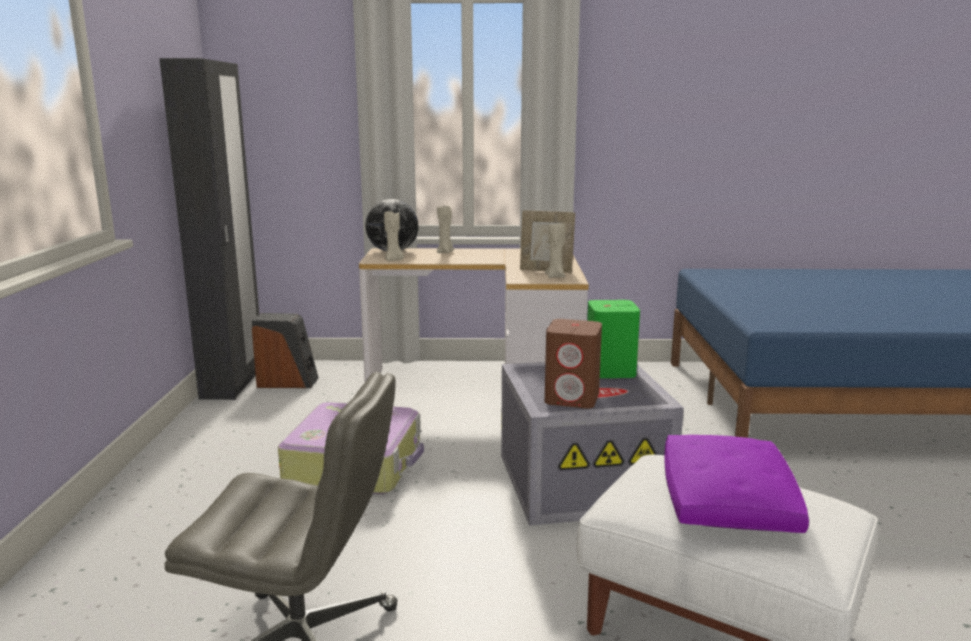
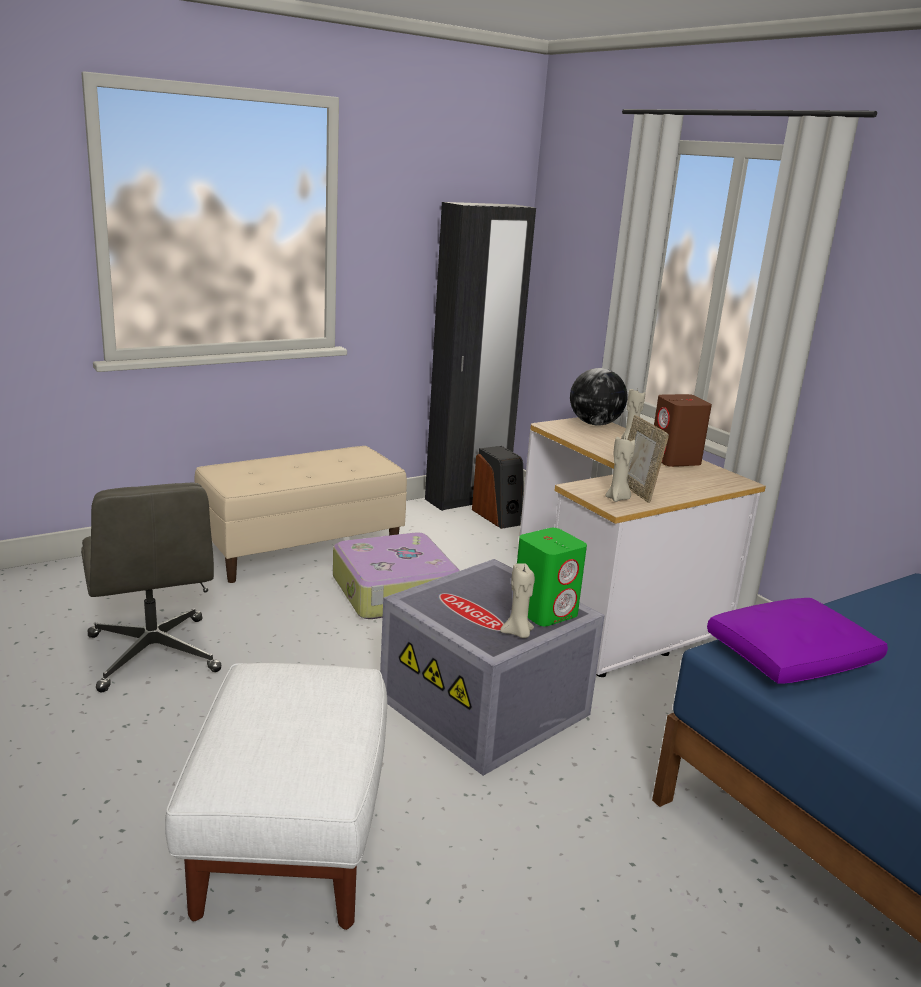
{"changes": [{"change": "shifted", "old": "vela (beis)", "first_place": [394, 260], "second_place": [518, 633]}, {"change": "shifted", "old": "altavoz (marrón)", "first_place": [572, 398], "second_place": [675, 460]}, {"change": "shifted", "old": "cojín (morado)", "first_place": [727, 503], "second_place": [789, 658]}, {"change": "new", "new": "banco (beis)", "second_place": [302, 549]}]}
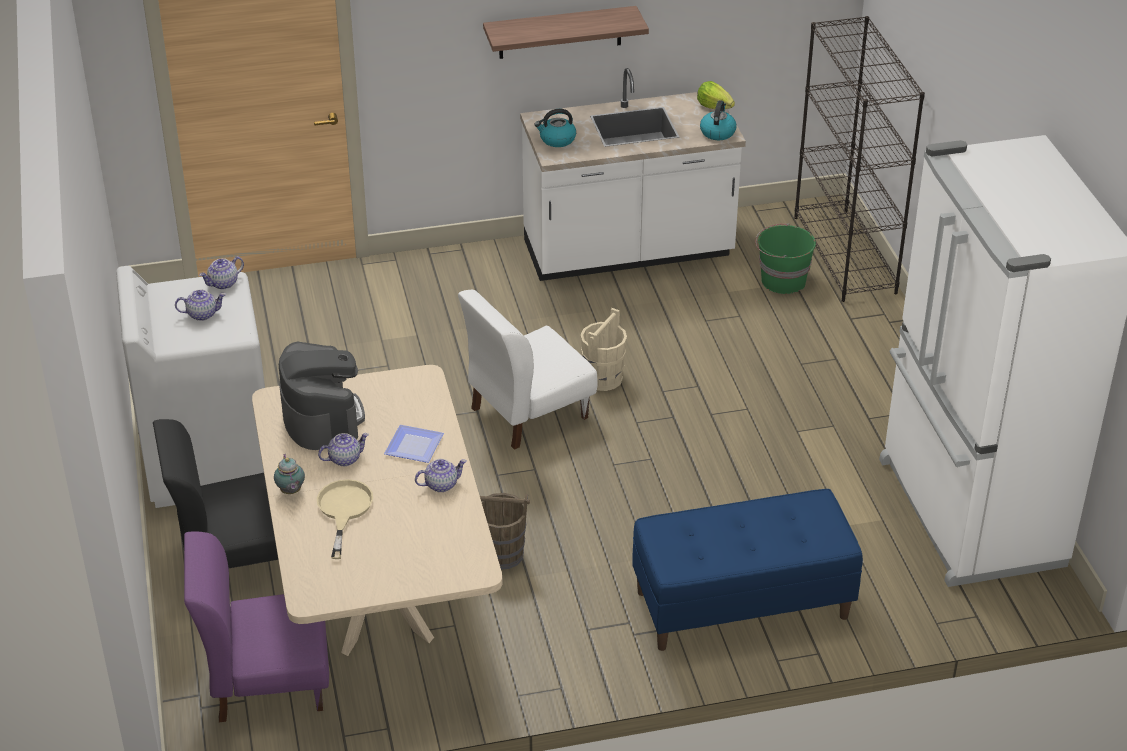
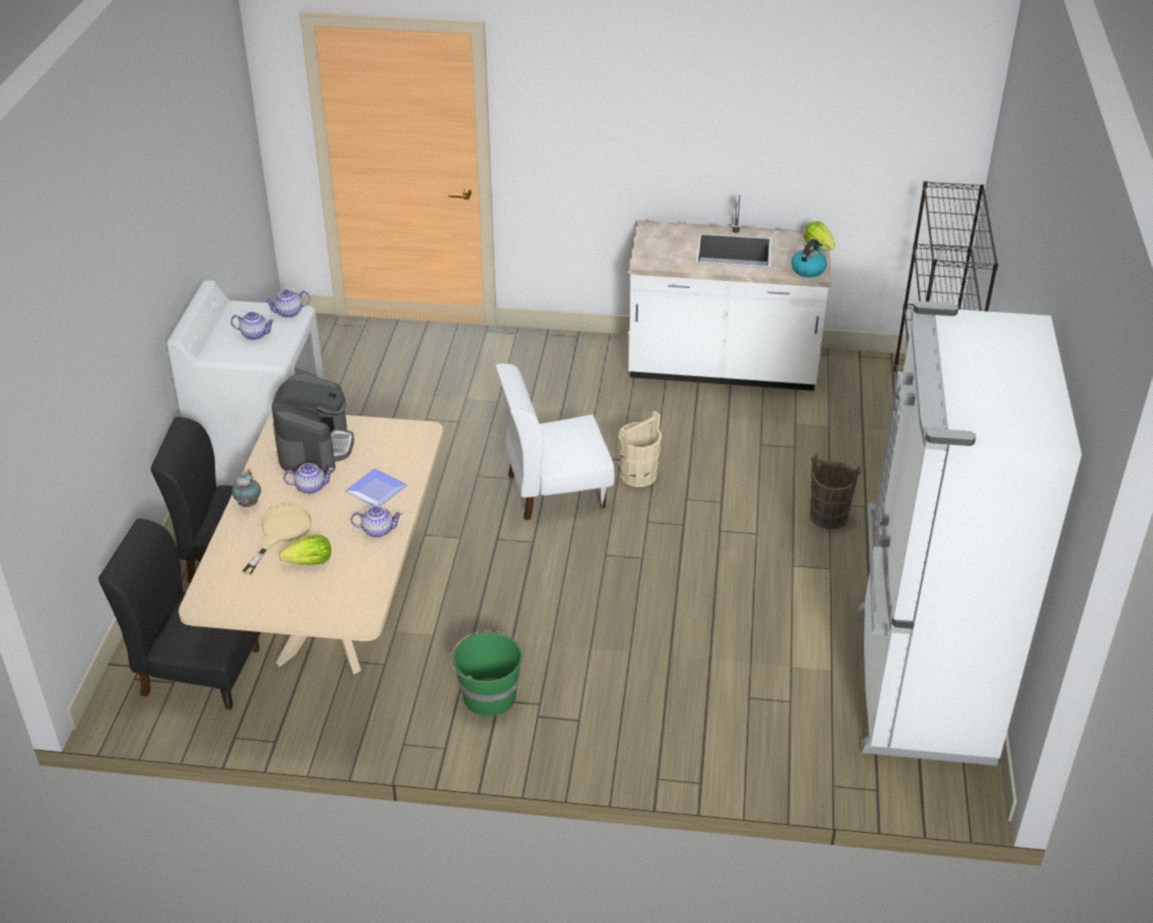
{"changes": [{"change": "gone", "old": "estante", "first_place": [560, 32]}, {"change": "gone", "old": "hervidor", "first_place": [557, 140]}, {"change": "shifted", "old": "cubo (verde)", "first_place": [782, 281], "second_place": [488, 696]}, {"change": "gone", "old": "banco (azul)", "first_place": [741, 605]}, {"change": "shifted", "old": "cubo (marrón)", "first_place": [502, 554], "second_place": [829, 516]}, {"change": "repainted", "old": "silla (morado)", "new": "silla (negro)", "first_place": [267, 681], "second_place": [200, 671]}, {"change": "new", "new": "lechuga", "second_place": [310, 562]}]}
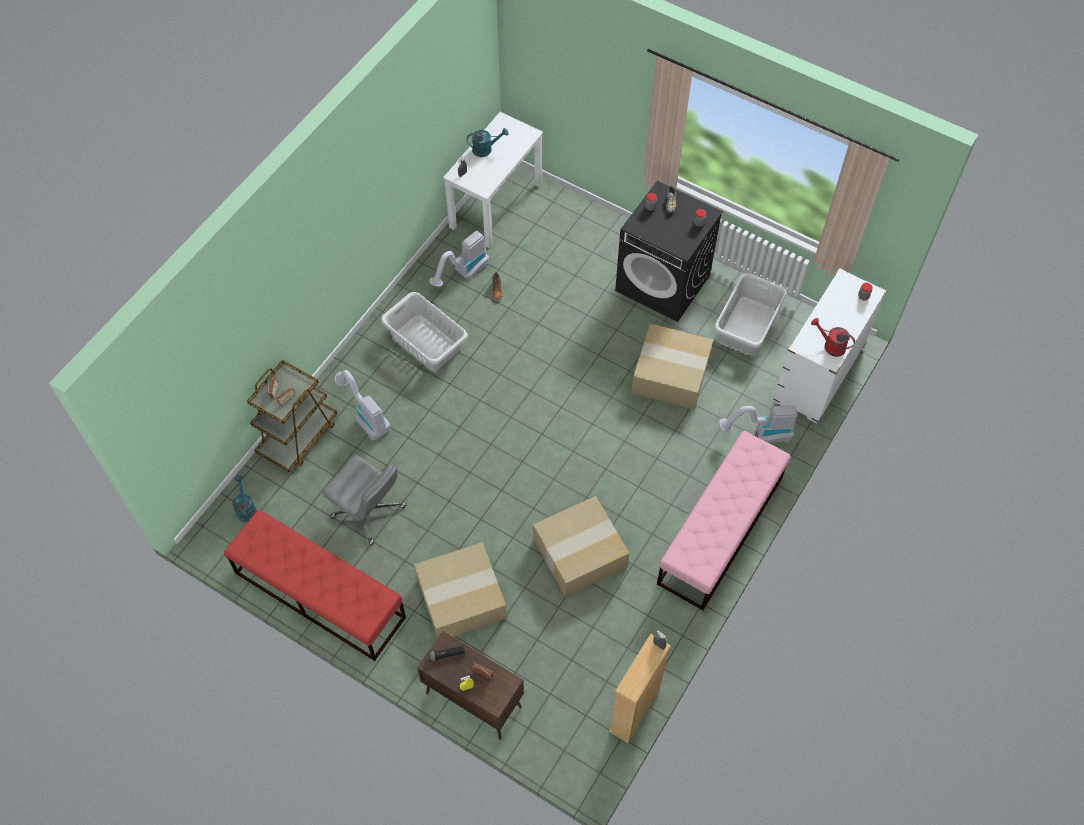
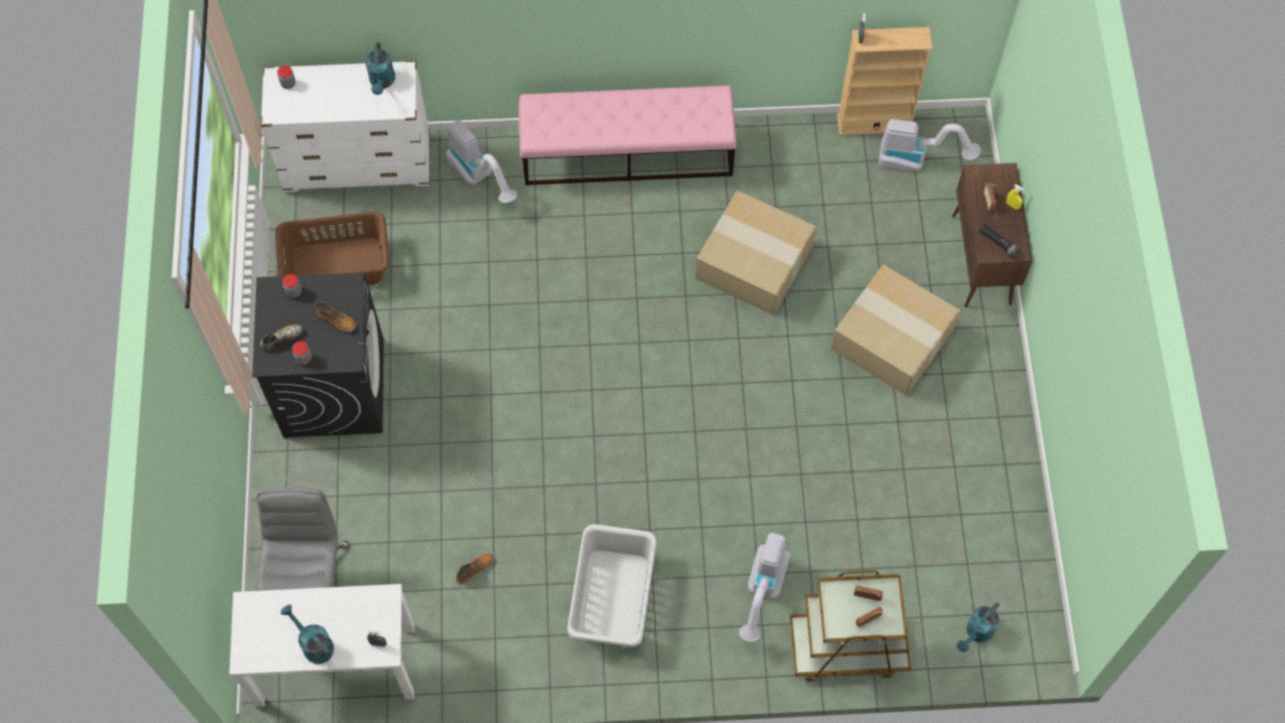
{"changes": [{"change": "shifted", "old": "aspiradora", "first_place": [463, 273], "second_place": [918, 160]}, {"change": "repainted", "old": "cesto de la ropa (gris)", "new": "cesto de la ropa (marrón)", "first_place": [747, 325], "second_place": [337, 265]}, {"change": "repainted", "old": "regadera (rojo)", "new": "regadera (turquesa)", "first_place": [830, 346], "second_place": [382, 82]}, {"change": "gone", "old": "caja de cartón", "first_place": [672, 374]}, {"change": "shifted", "old": "silla de oficina (gris)", "first_place": [369, 512], "second_place": [308, 576]}, {"change": "gone", "old": "banco (rojo)", "first_place": [319, 595]}, {"change": "new", "new": "bota", "second_place": [337, 320]}]}
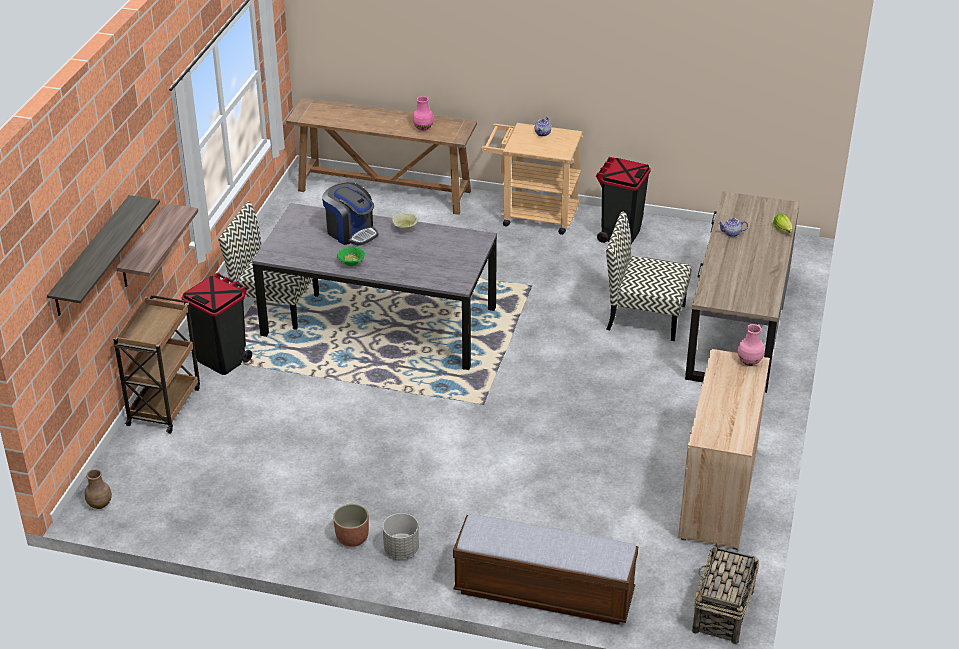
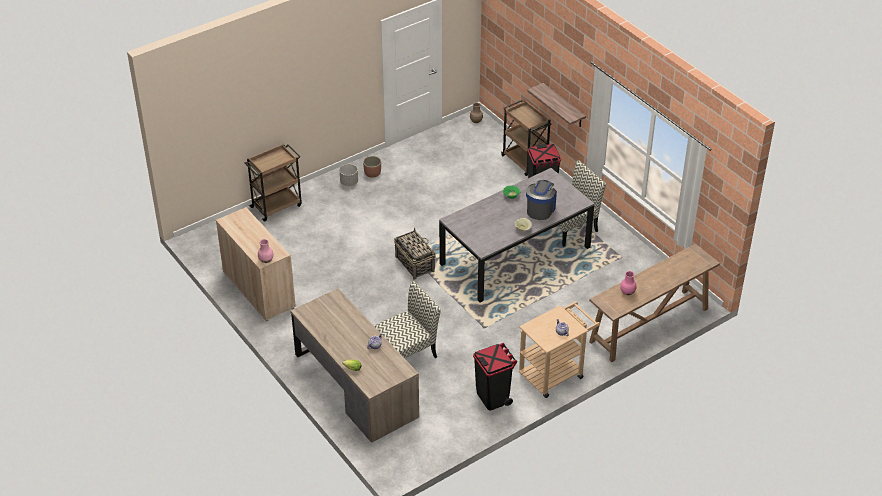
{"changes": [{"change": "rotated", "old": "cafetera", "first_place": [351, 232], "second_place": [540, 209], "degrees": 120}, {"change": "gone", "old": "estante", "first_place": [92, 256]}, {"change": "swapped", "old": "banco", "new": "carrito (marrón)", "first_place": [544, 592], "second_place": [277, 206]}, {"change": "shifted", "old": "cesta", "first_place": [722, 612], "second_place": [414, 263]}]}
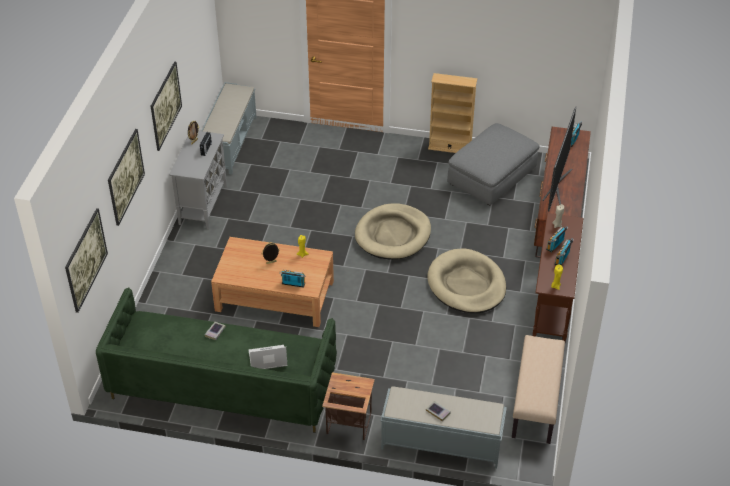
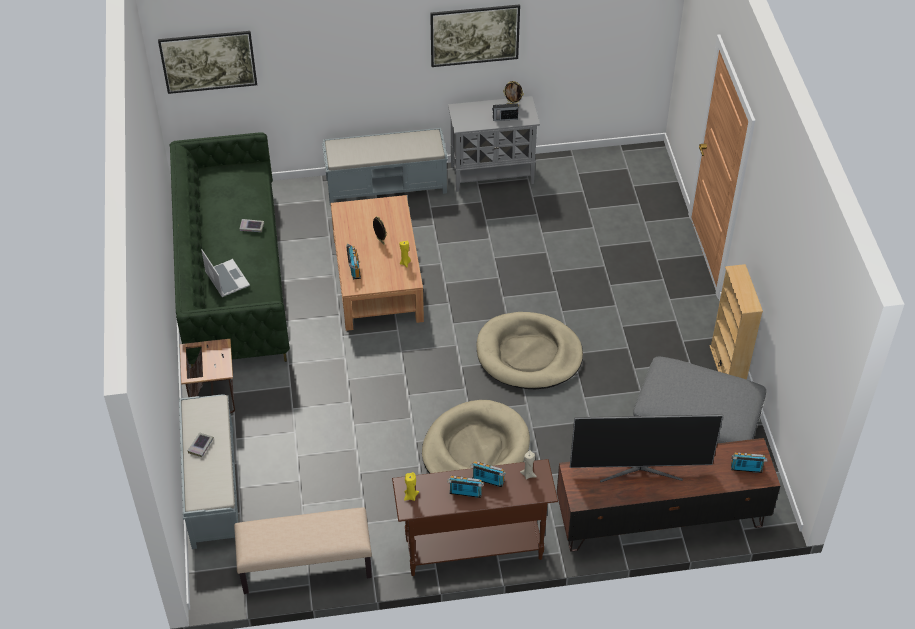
{"changes": [{"change": "shifted", "old": "banco (gris)", "first_place": [229, 143], "second_place": [387, 185]}, {"change": "gone", "old": "cuadro", "first_place": [127, 188]}]}
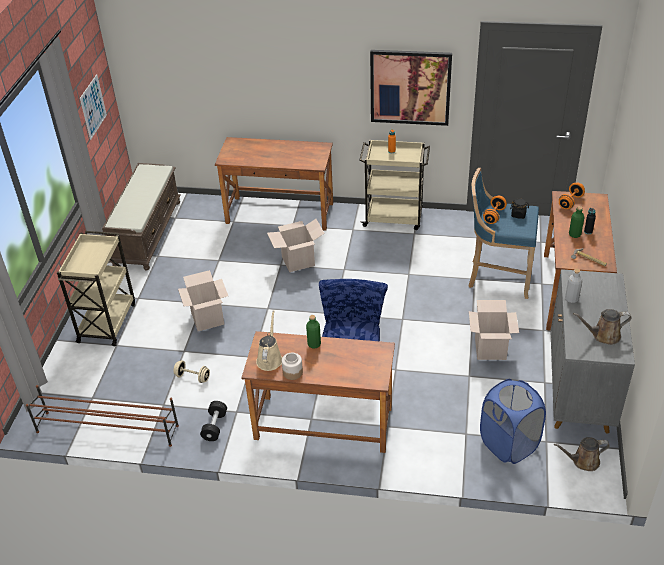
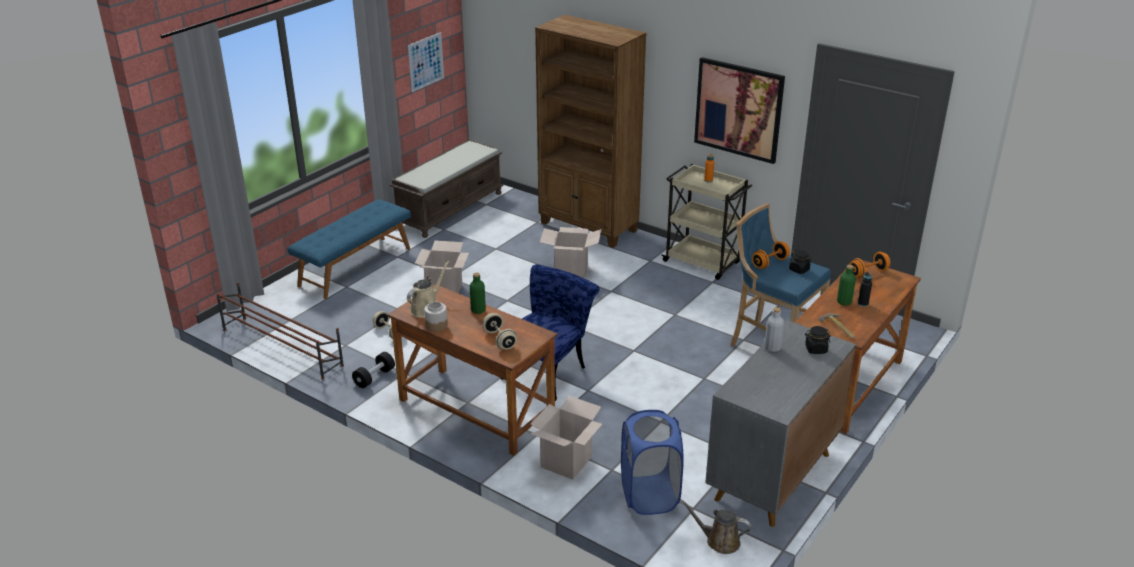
{"changes": [{"change": "swapped", "old": "escritorio (marrón)", "new": "estantería (marrón)", "first_place": [280, 213], "second_place": [589, 227]}, {"change": "swapped", "old": "carrito (beis)", "new": "banco (azul)", "first_place": [107, 321], "second_place": [355, 266]}, {"change": "shifted", "old": "caja de cartón", "first_place": [490, 348], "second_place": [566, 462]}, {"change": "gone", "old": "regadera (marrón)", "first_place": [603, 335]}, {"change": "new", "new": "mancuerna (beis)", "second_place": [500, 340]}, {"change": "new", "new": "tarro (negro)", "second_place": [816, 349]}]}
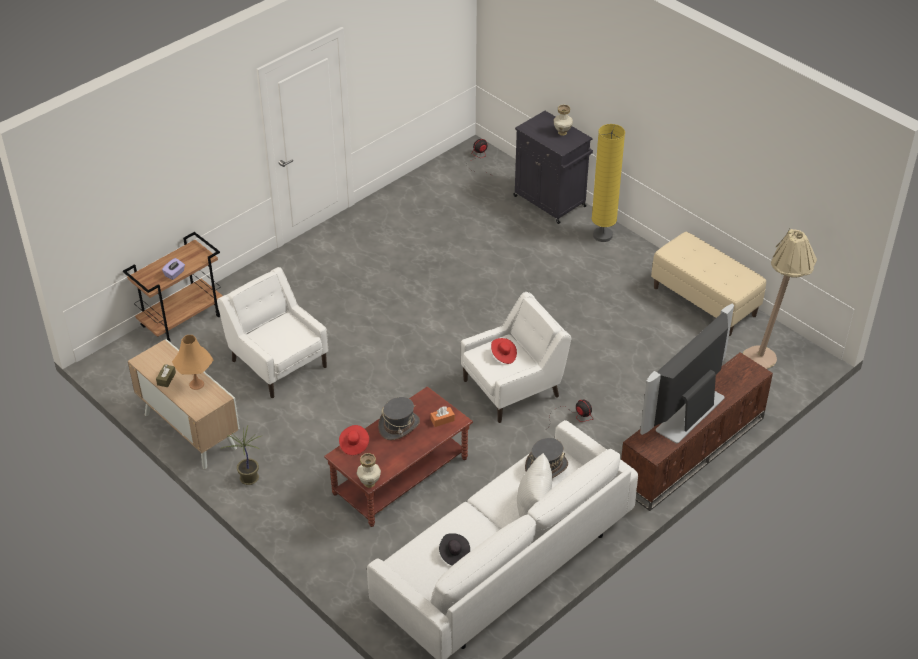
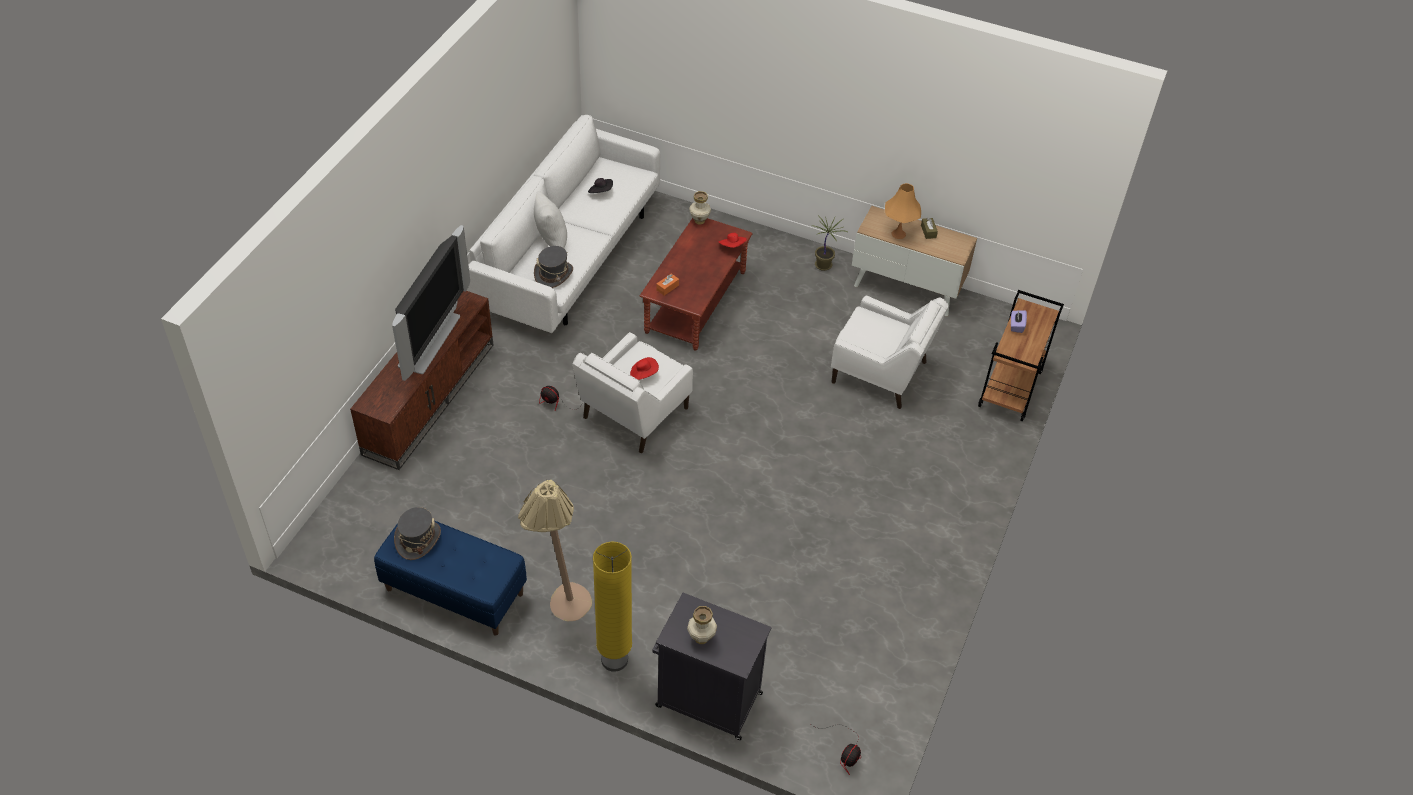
{"changes": [{"change": "shifted", "old": "lámpara de pie (beis)", "first_place": [768, 359], "second_place": [560, 605]}, {"change": "repainted", "old": "banco (beis)", "new": "banco (azul)", "first_place": [705, 301], "second_place": [454, 592]}, {"change": "shifted", "old": "sombrero (gris)", "first_place": [399, 426], "second_place": [418, 539]}]}
